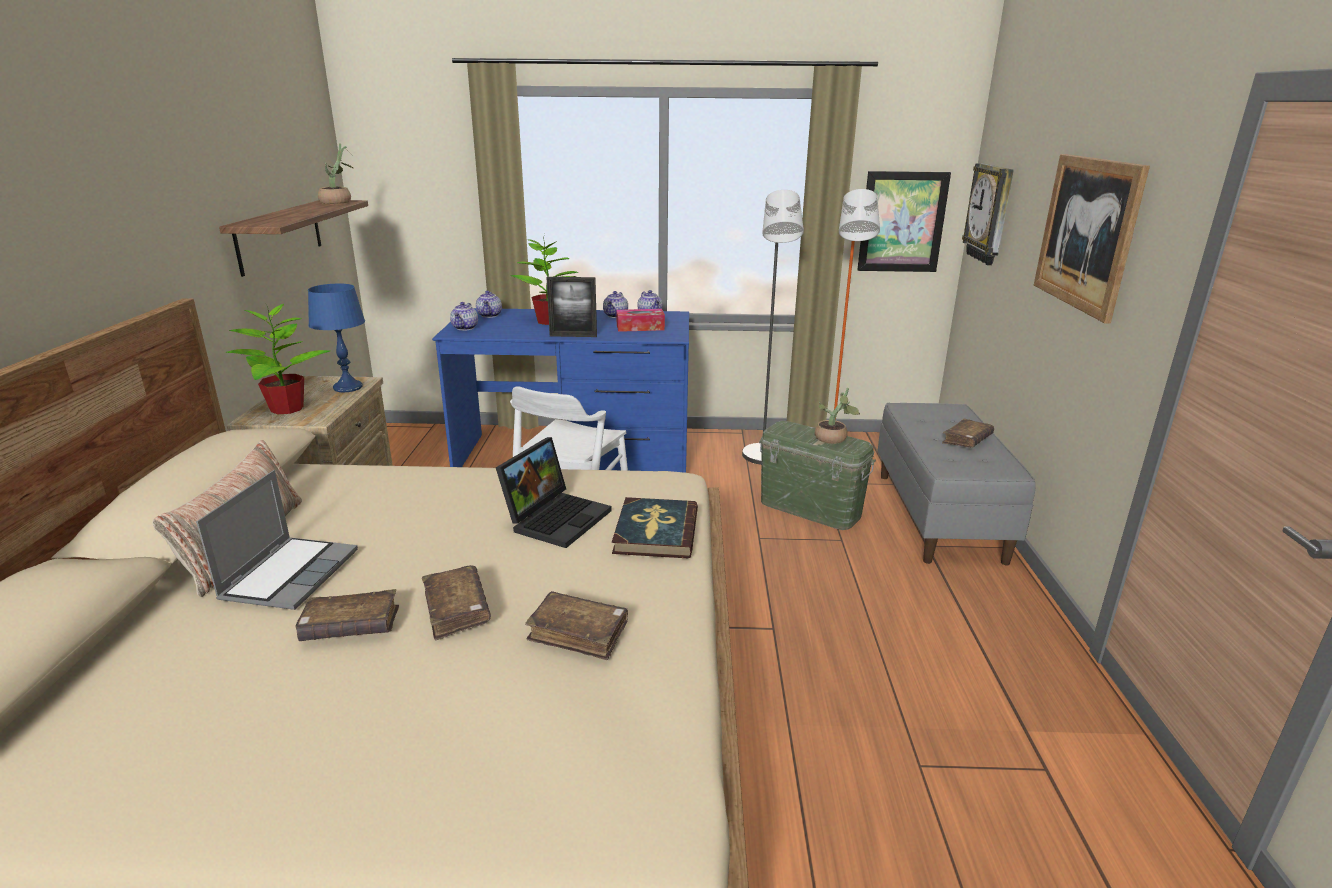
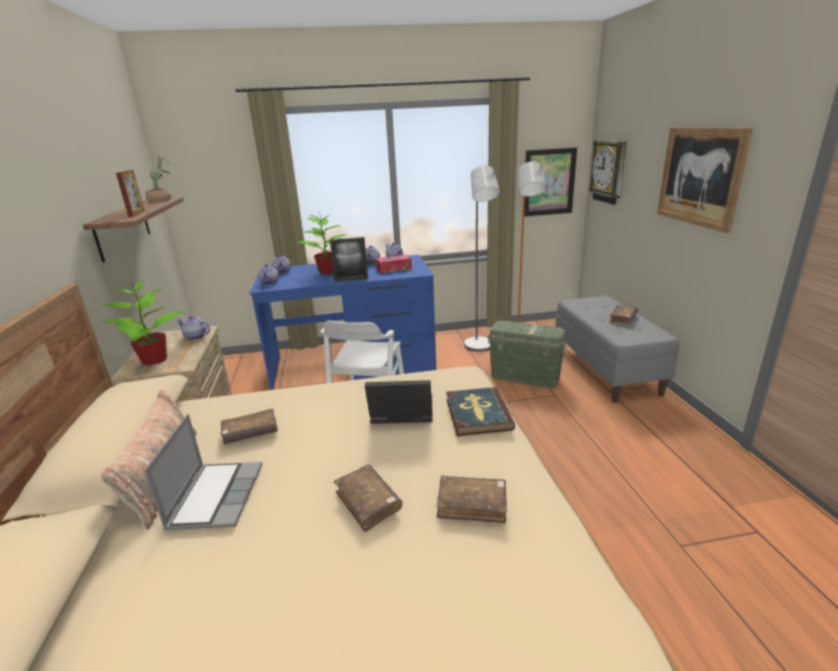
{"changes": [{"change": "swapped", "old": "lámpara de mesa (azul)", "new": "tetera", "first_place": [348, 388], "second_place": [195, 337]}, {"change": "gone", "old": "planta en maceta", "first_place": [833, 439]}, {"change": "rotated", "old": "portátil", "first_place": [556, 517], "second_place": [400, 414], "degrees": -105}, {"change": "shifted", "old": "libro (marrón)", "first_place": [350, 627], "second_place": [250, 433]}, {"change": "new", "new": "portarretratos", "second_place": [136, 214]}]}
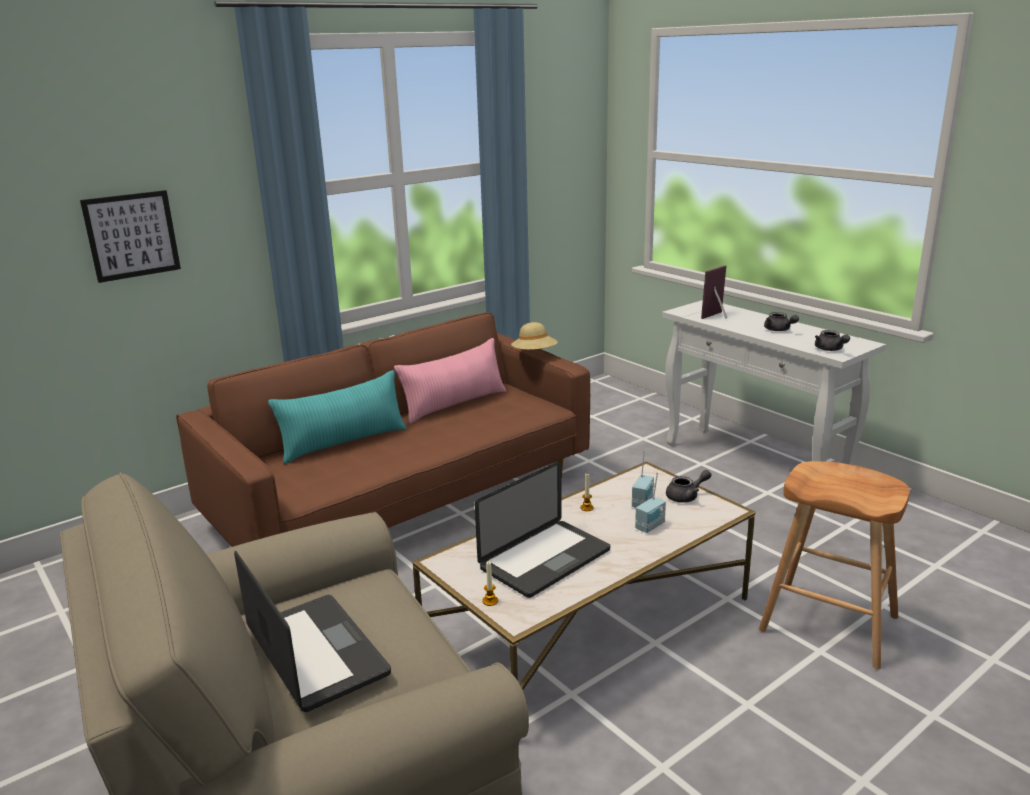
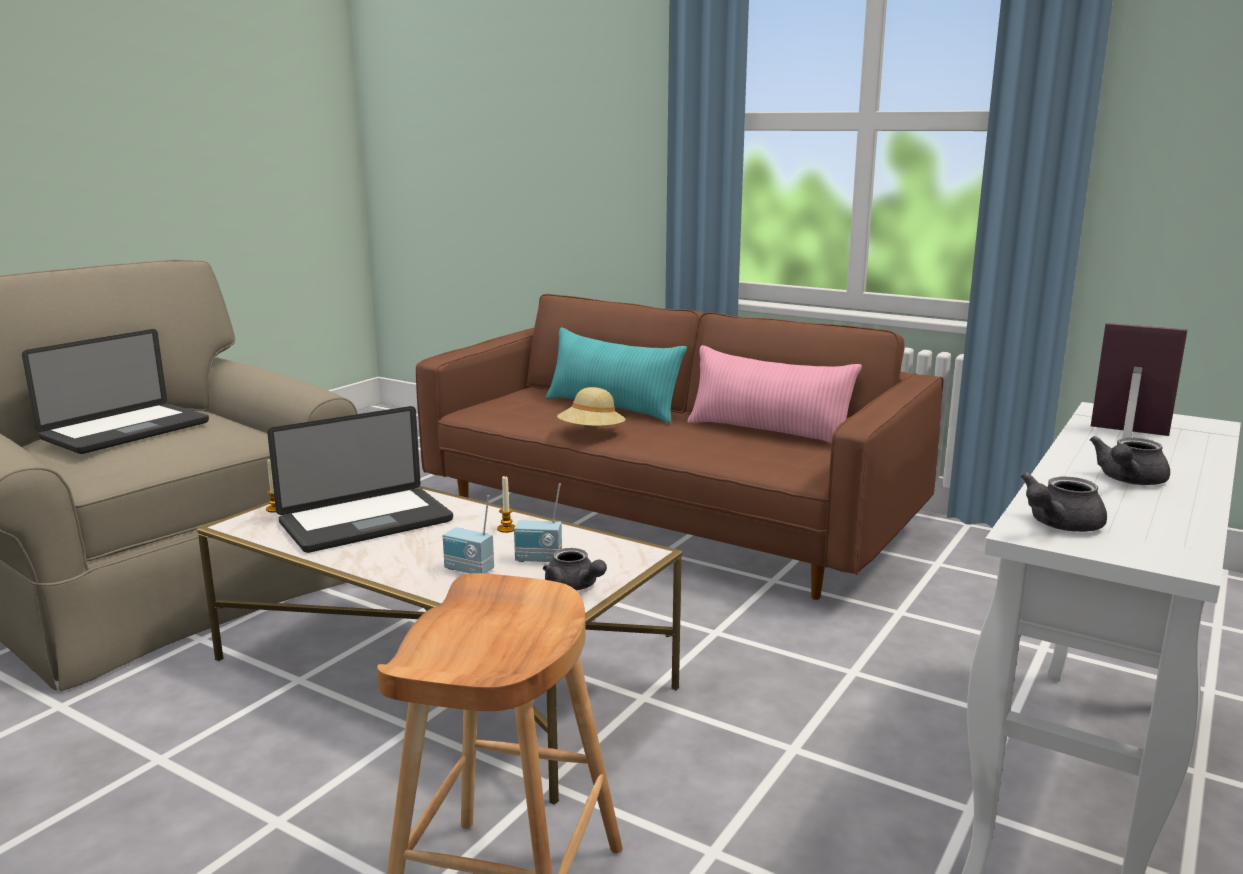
{"changes": [{"change": "gone", "old": "cuadro", "first_place": [132, 235]}, {"change": "shifted", "old": "sombrero (beis)", "first_place": [534, 354], "second_place": [591, 434]}, {"change": "rotated", "old": "portátil", "first_place": [545, 559], "second_place": [366, 522], "degrees": -60}]}
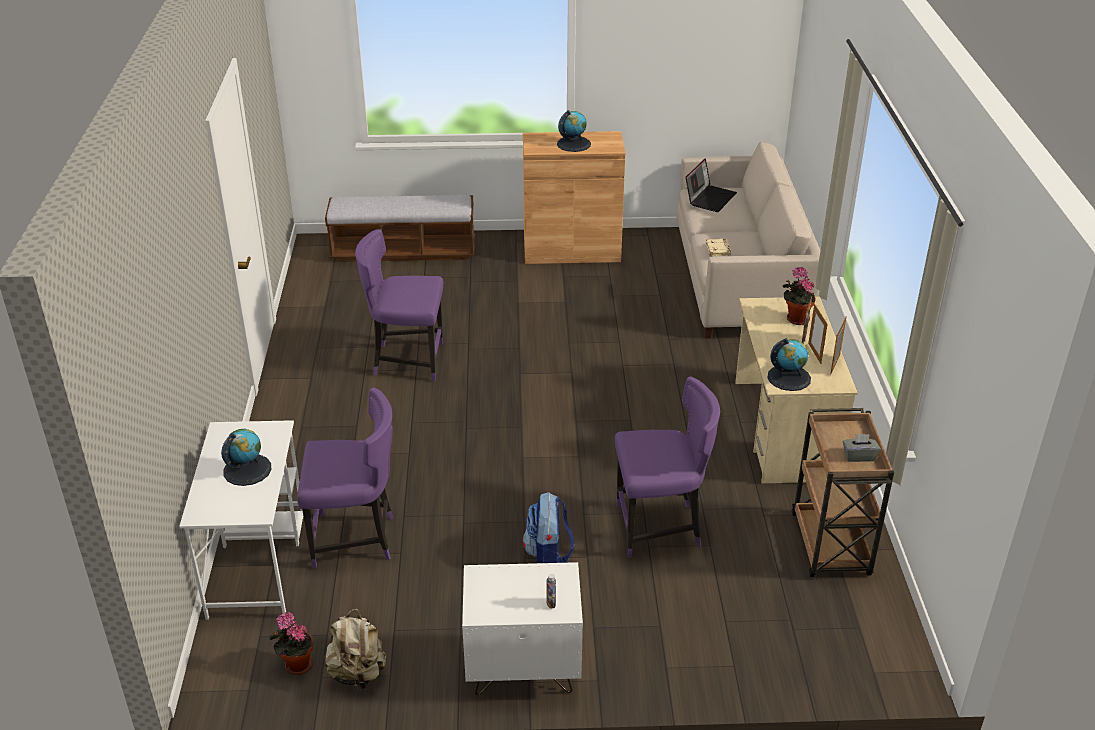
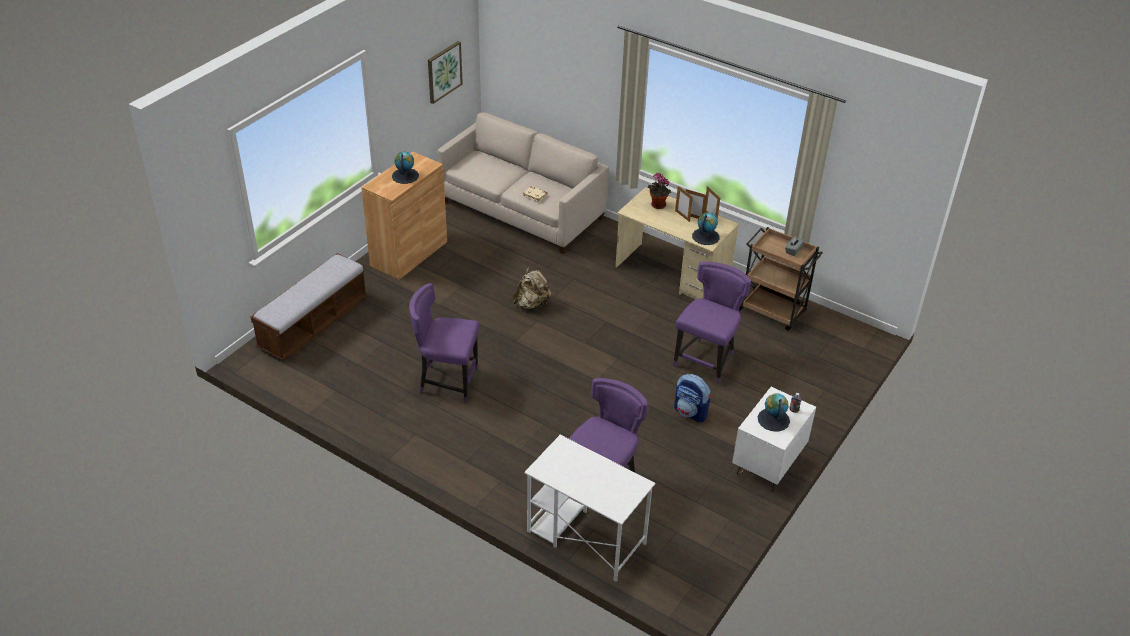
{"changes": [{"change": "gone", "old": "portátil", "first_place": [710, 198]}, {"change": "rotated", "old": "silla (morado)", "first_place": [407, 361], "second_place": [447, 382], "degrees": 60}, {"change": "shifted", "old": "globo terráqueo", "first_place": [247, 469], "second_place": [773, 419]}, {"change": "shifted", "old": "mochila (beis)", "first_place": [358, 673], "second_place": [532, 305]}, {"change": "gone", "old": "planta en maceta", "first_place": [296, 665]}, {"change": "new", "new": "cuadro", "second_place": [444, 71]}]}
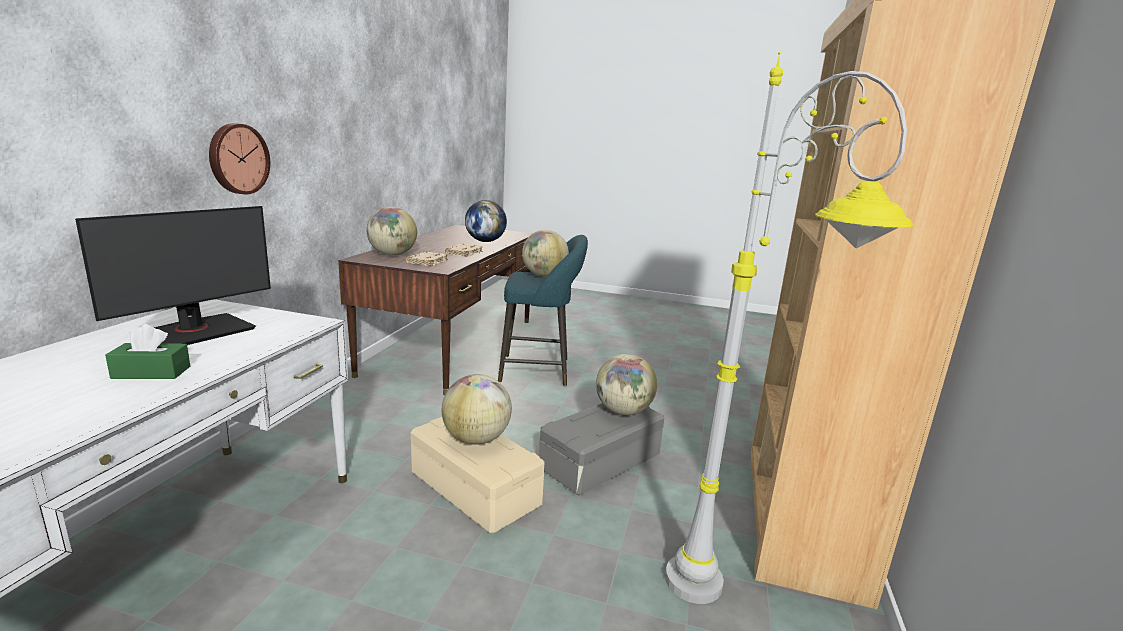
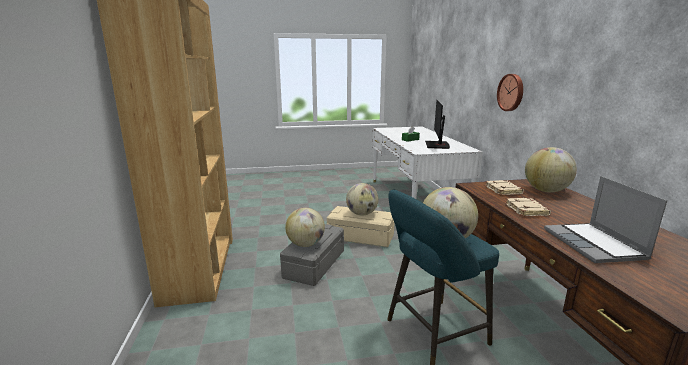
{"changes": [{"change": "gone", "old": "lámpara de pie (gris)", "first_place": [727, 618]}, {"change": "swapped", "old": "globo terráqueo", "new": "portátil", "first_place": [485, 241], "second_place": [595, 244]}]}
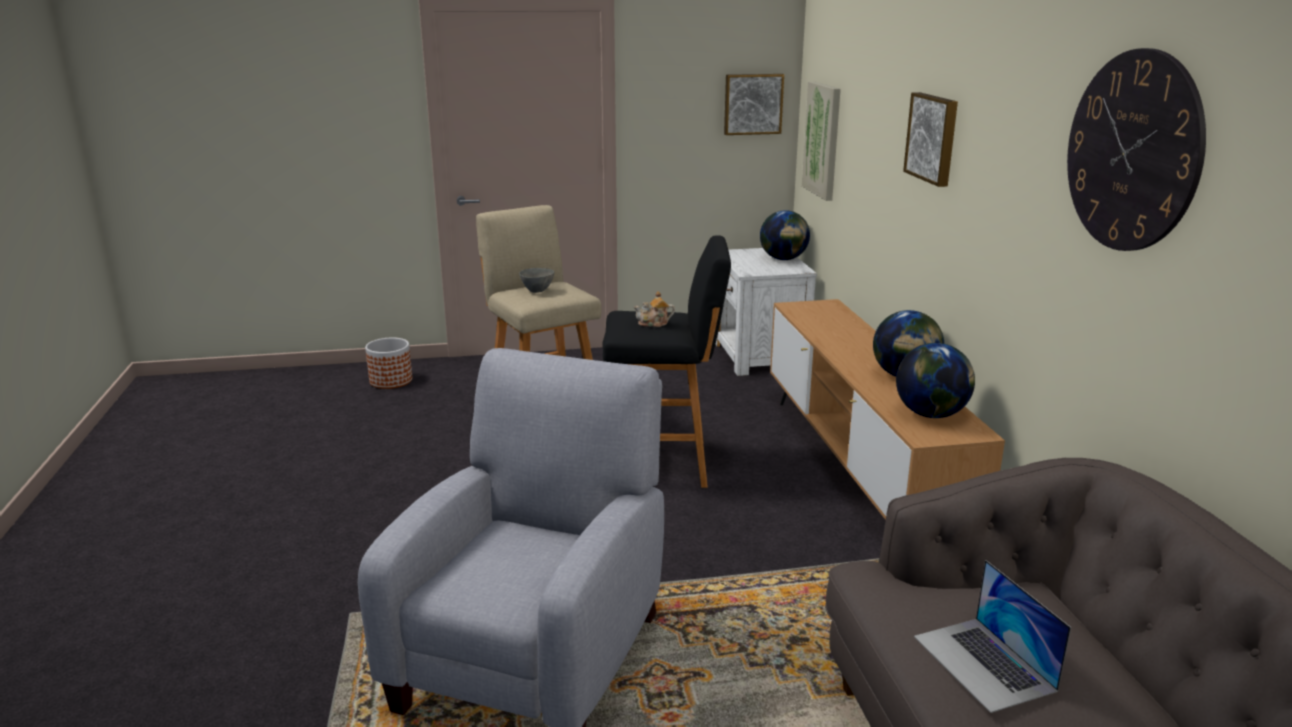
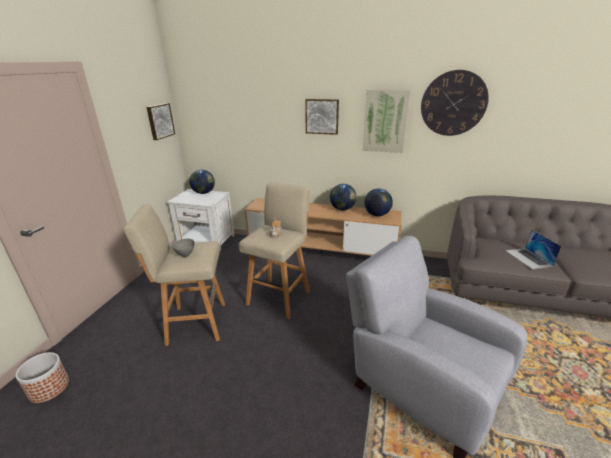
{"changes": [{"change": "shifted", "old": "cuadro", "first_place": [823, 140], "second_place": [385, 121]}, {"change": "repainted", "old": "taburete (negro)", "new": "taburete (beis)", "first_place": [664, 463], "second_place": [279, 296]}, {"change": "rotated", "old": "portátil", "first_place": [984, 663], "second_place": [528, 258], "degrees": 75}]}
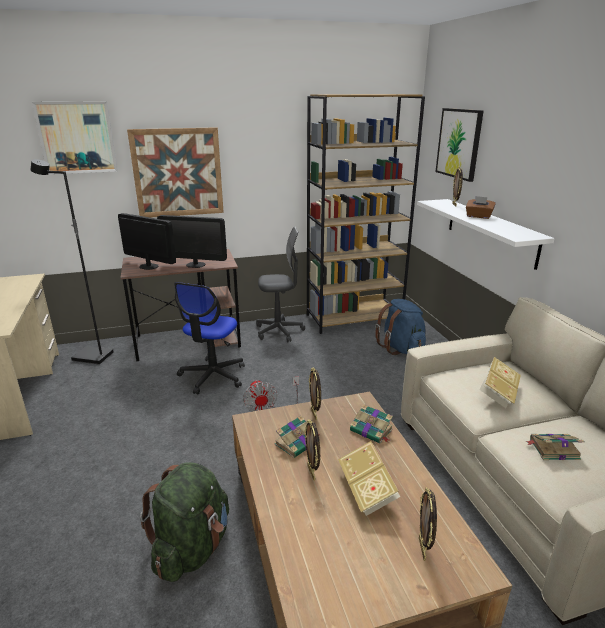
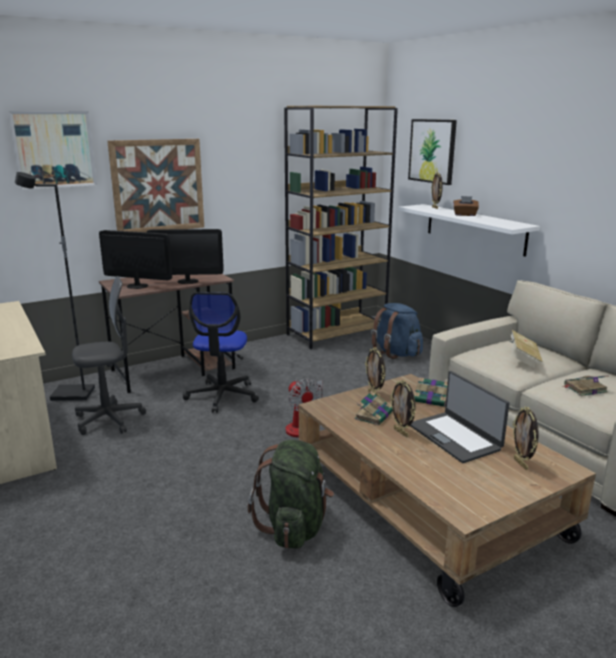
{"changes": [{"change": "shifted", "old": "silla de oficina (gris)", "first_place": [279, 331], "second_place": [109, 420]}, {"change": "swapped", "old": "libro", "new": "portátil", "first_place": [367, 490], "second_place": [455, 437]}]}
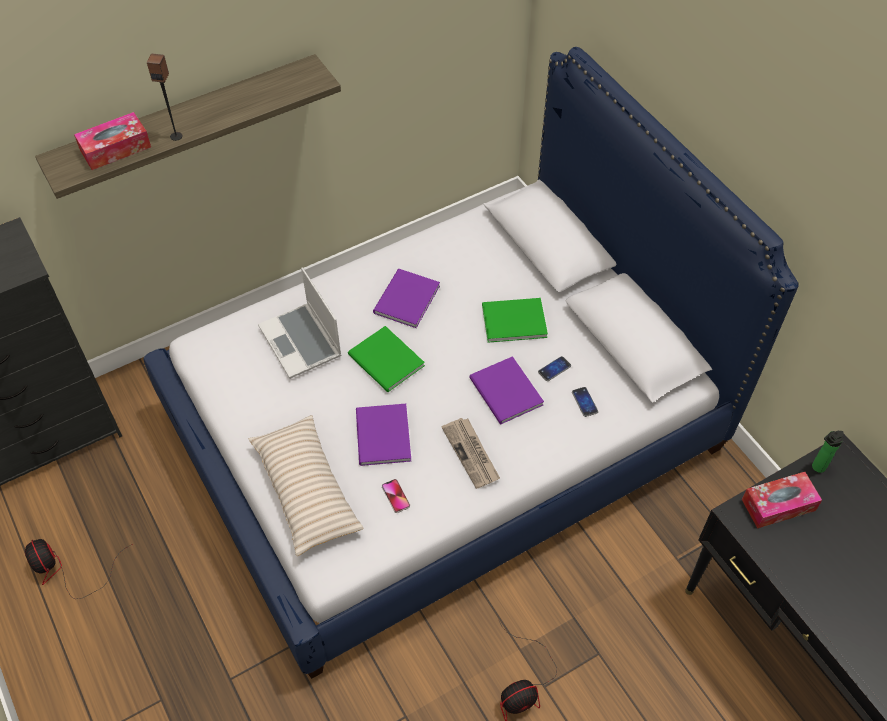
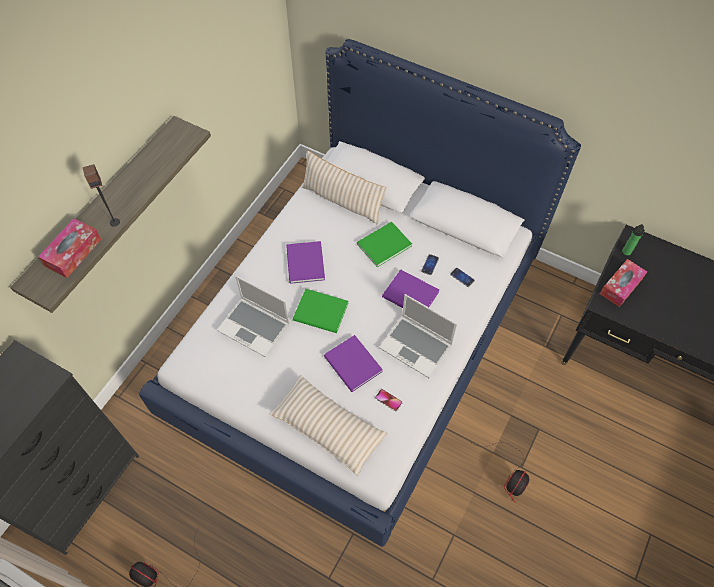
{"changes": [{"change": "swapped", "old": "periódico", "new": "portátil", "first_place": [471, 454], "second_place": [417, 346]}, {"change": "new", "new": "cojín (beis)", "second_place": [342, 201]}]}
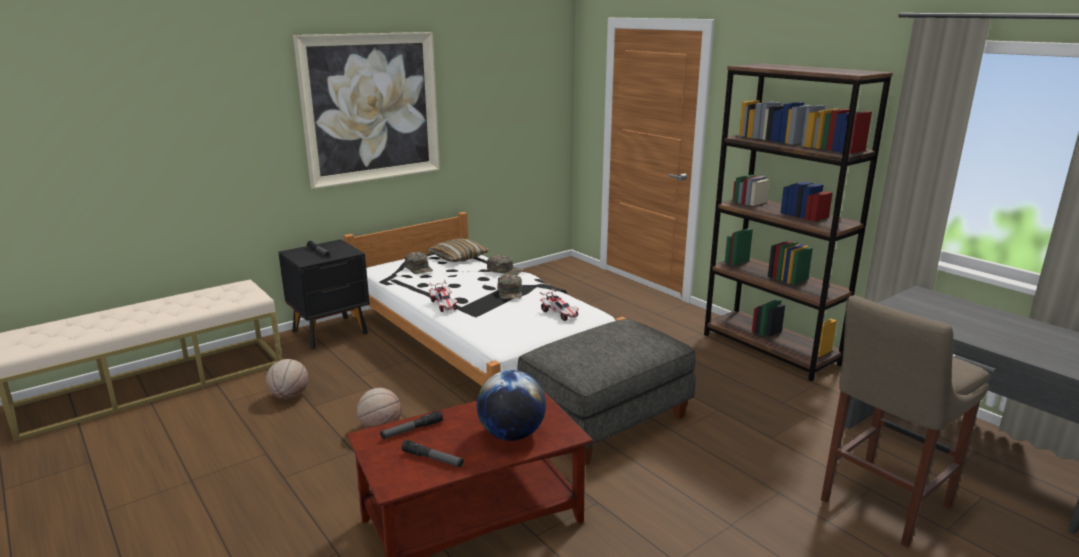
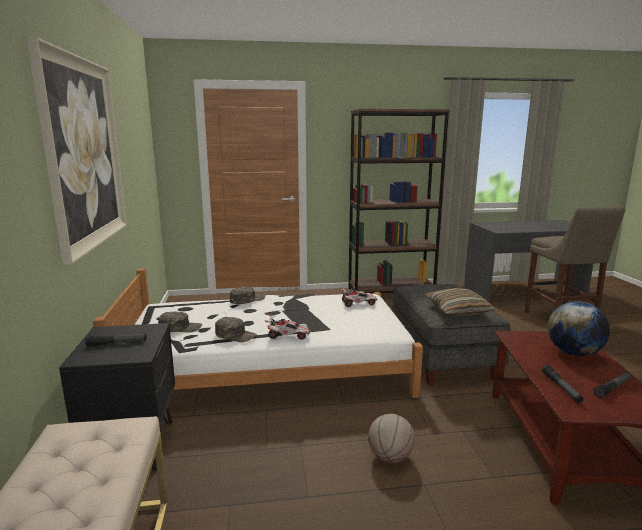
{"changes": [{"change": "shifted", "old": "cojín", "first_place": [458, 257], "second_place": [457, 310]}, {"change": "shifted", "old": "gorra (verde)", "first_place": [510, 292], "second_place": [236, 335]}, {"change": "gone", "old": "balón de baloncesto", "first_place": [289, 396]}]}
